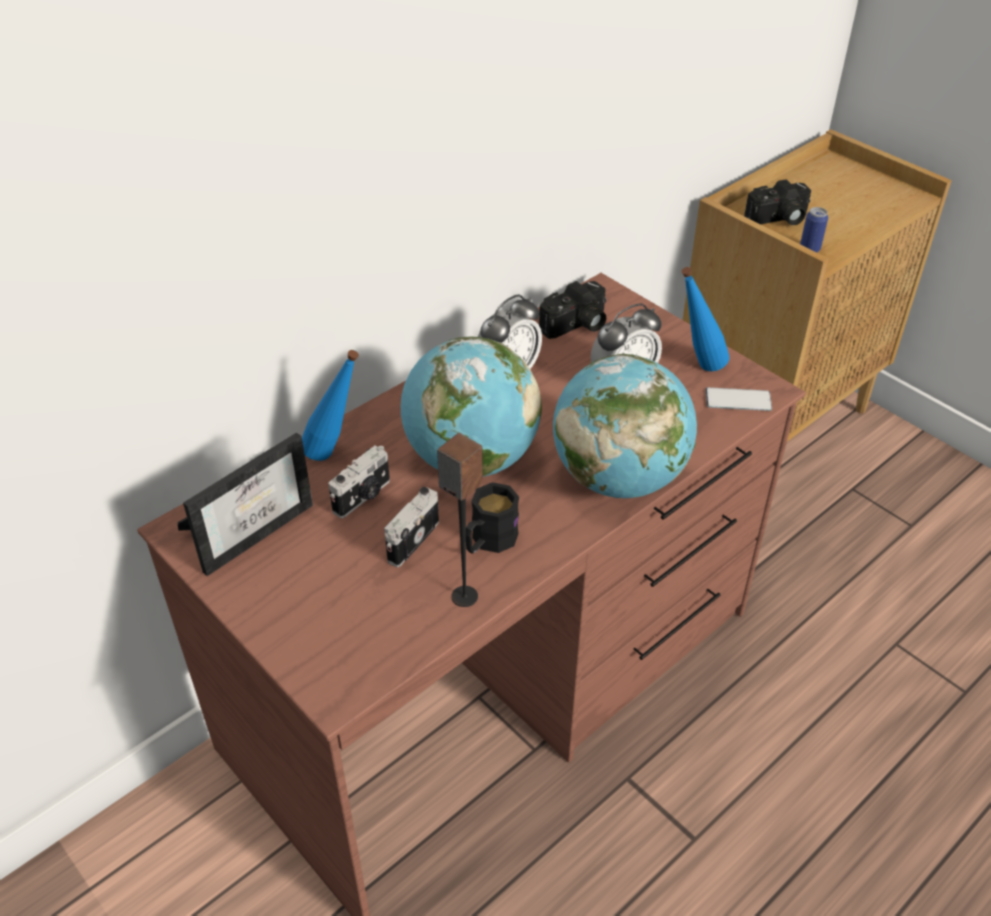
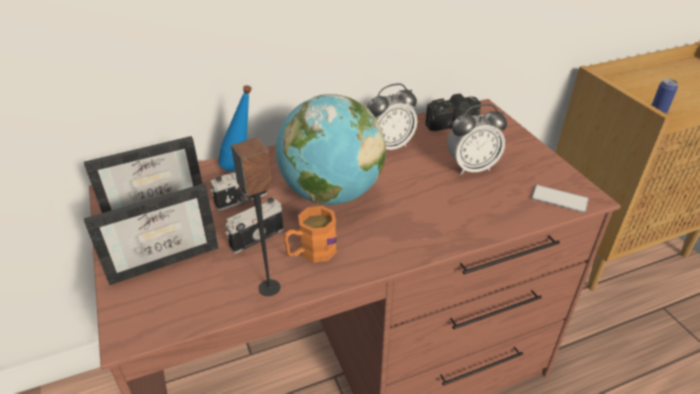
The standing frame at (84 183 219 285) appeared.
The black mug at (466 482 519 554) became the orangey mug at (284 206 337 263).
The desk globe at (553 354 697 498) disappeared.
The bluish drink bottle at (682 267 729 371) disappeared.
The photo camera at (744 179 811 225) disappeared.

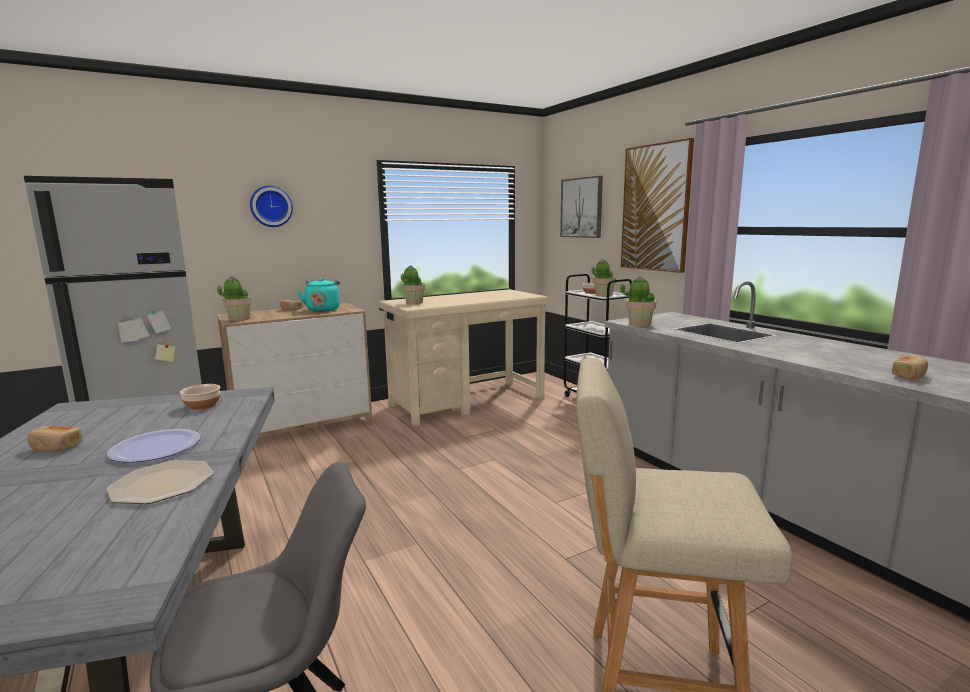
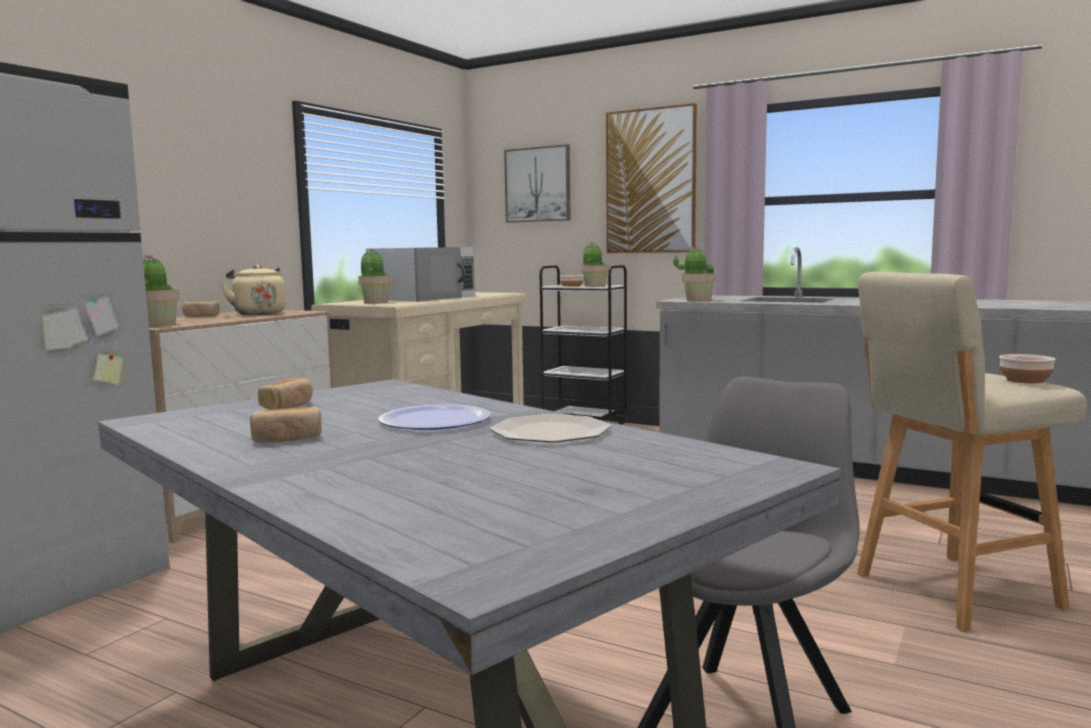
The blue-green water kettle at (297 278 340 312) became the beige-coloured water kettle at (221 265 286 315).
The baked bread moved from (892 356 928 380) to (258 378 313 410).
The white-coloured kitchen microwave at (366 247 475 302) appeared.
The deep dish moved from (180 384 220 410) to (999 354 1055 384).
The clock on the wall at (250 186 293 227) disappeared.

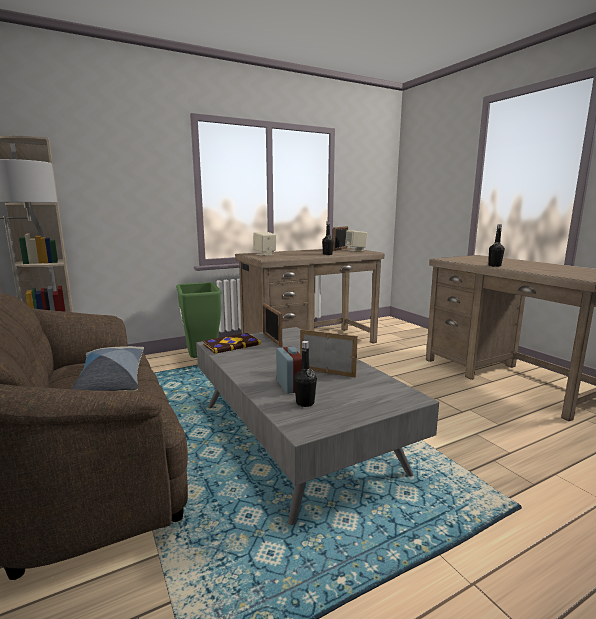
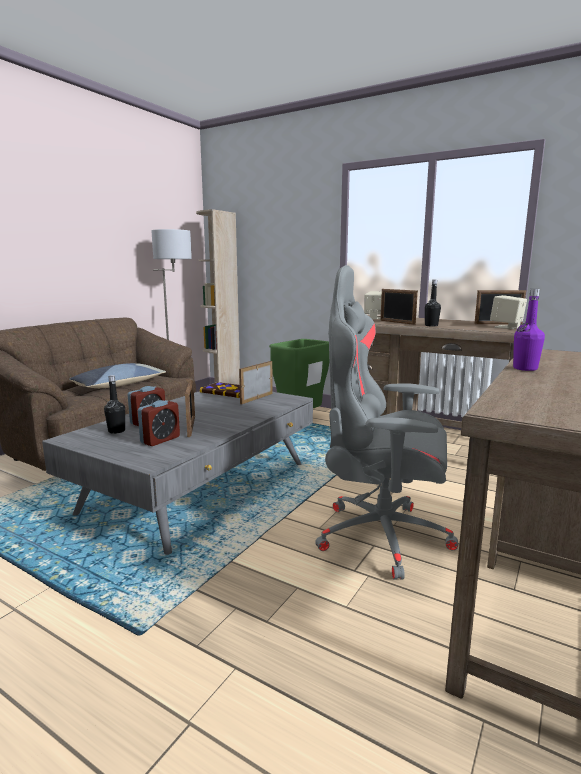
The alarm clock at (138 400 180 446) appeared.
The greyish computer chair at (315 265 458 580) appeared.
The standing frame at (380 289 418 325) appeared.
The black drink bottle at (489 225 505 267) became the purple-coloured drink bottle at (513 289 545 371).

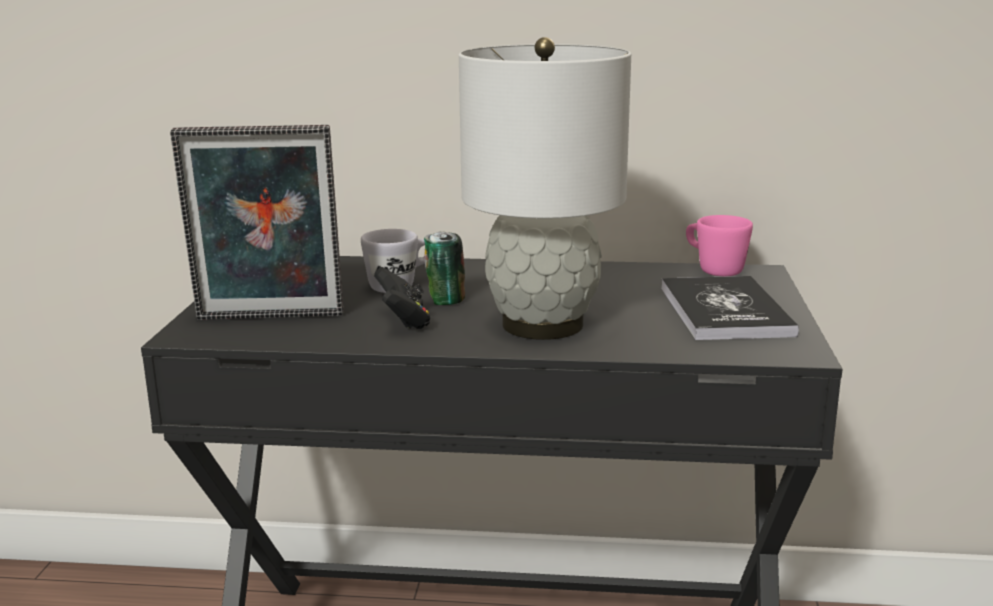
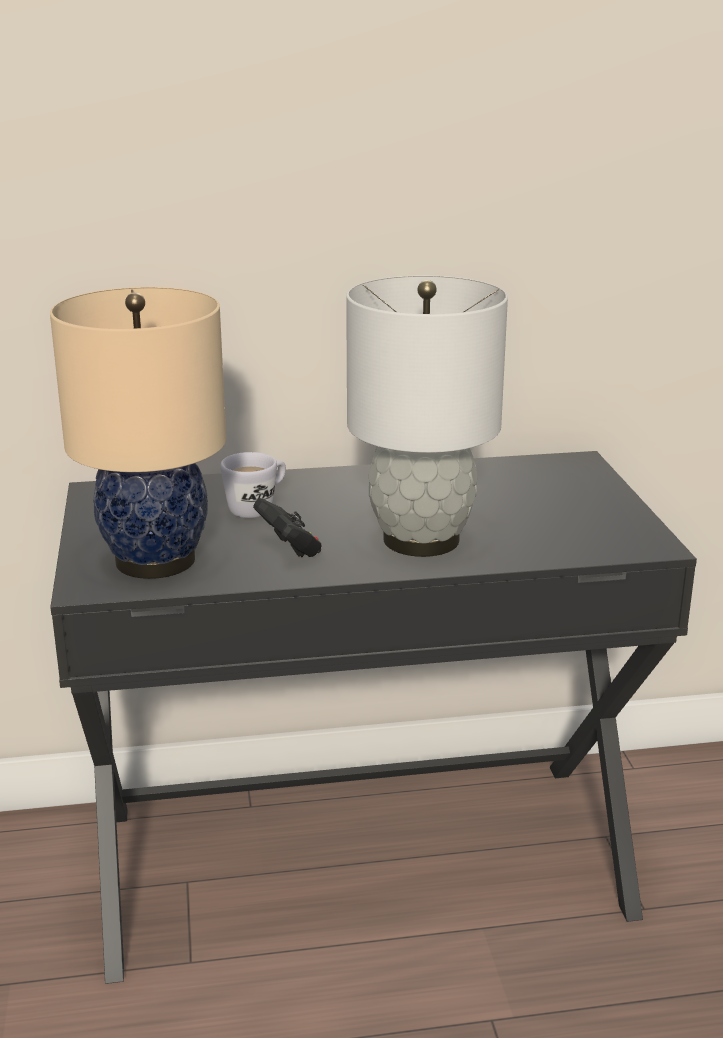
The standing frame at (170 125 343 320) was replaced by the beige-coloured tabletop lamp at (50 287 226 579).
The metal can at (424 231 465 305) disappeared.
The book at (661 276 799 340) disappeared.
The pinkish mug at (686 215 753 276) disappeared.

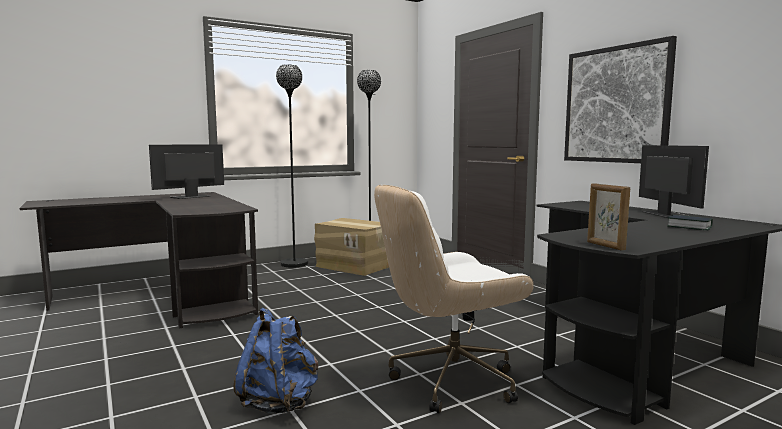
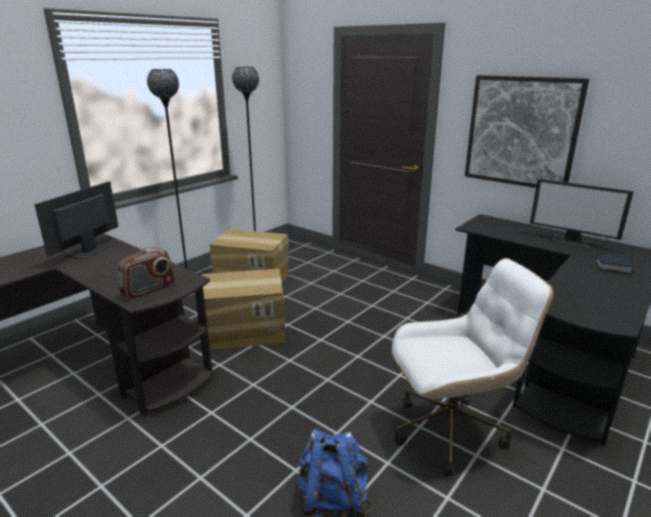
The radio set at (118 247 175 300) appeared.
The packing box at (202 269 286 350) appeared.
The white-coloured computer chair at (374 185 534 413) turned 150 degrees counterclockwise.
The computer display at (639 145 709 218) turned 150 degrees clockwise.
The standing frame at (587 183 630 251) disappeared.

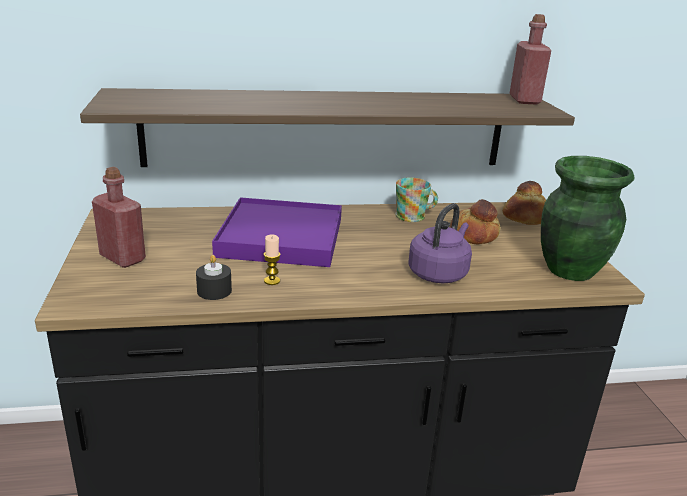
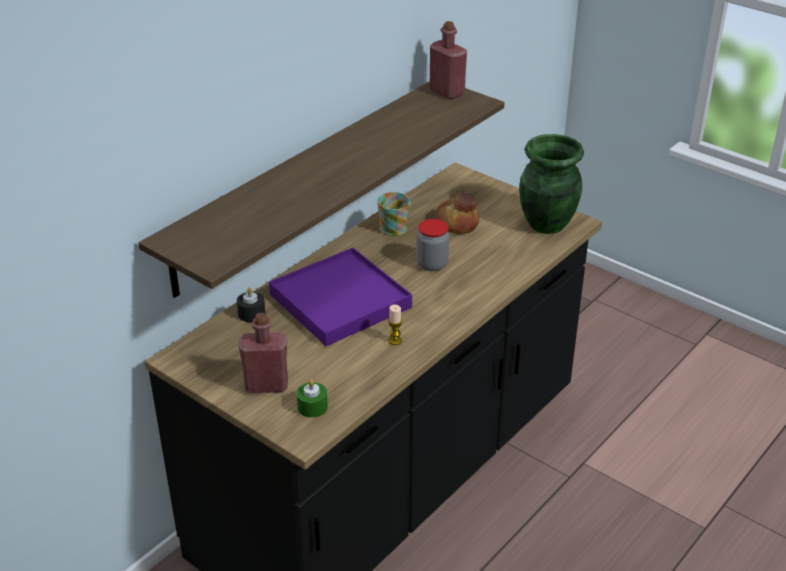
The black wax candle moved from (196 255 232 300) to (237 287 265 322).
The greenish wax candle at (297 379 328 418) appeared.
The jar at (417 219 449 271) appeared.
The purple-coloured water kettle at (409 203 472 283) disappeared.
The baked bread at (502 181 546 225) disappeared.

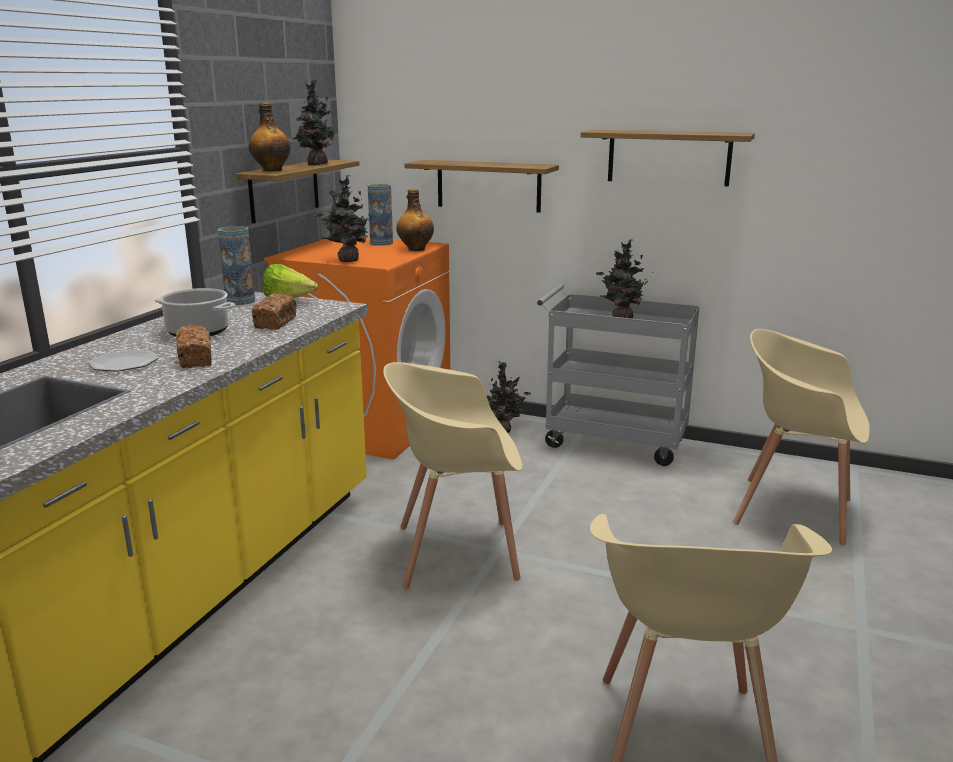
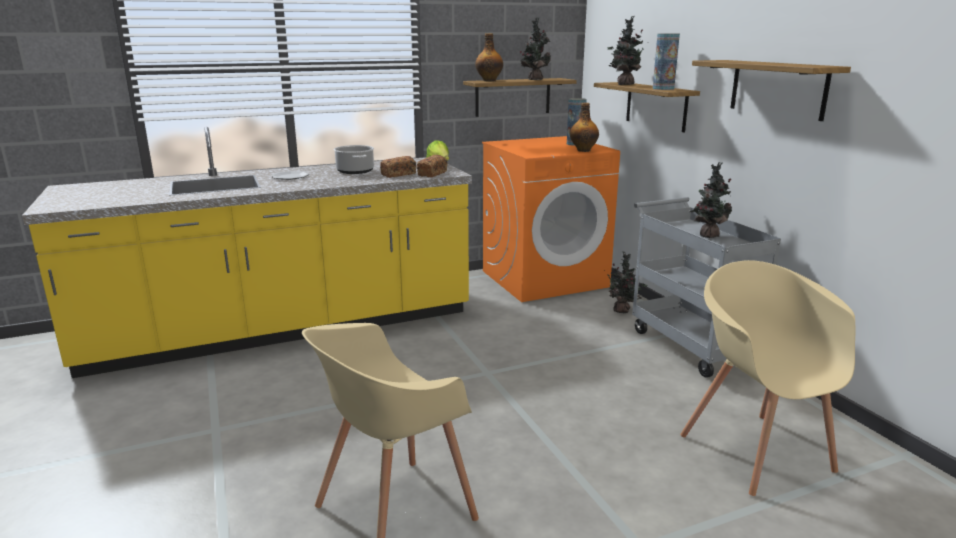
The baked bread moved from (176 324 212 368) to (417 155 448 177).
The potted plant moved from (314 175 373 262) to (608 16 643 85).
The flower vase moved from (218 226 255 305) to (653 33 680 90).
The beige-coloured chair at (383 362 523 589) disappeared.

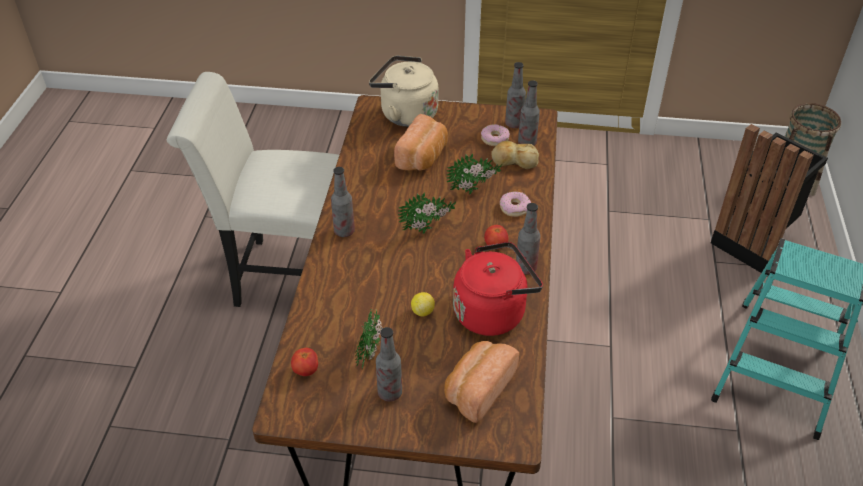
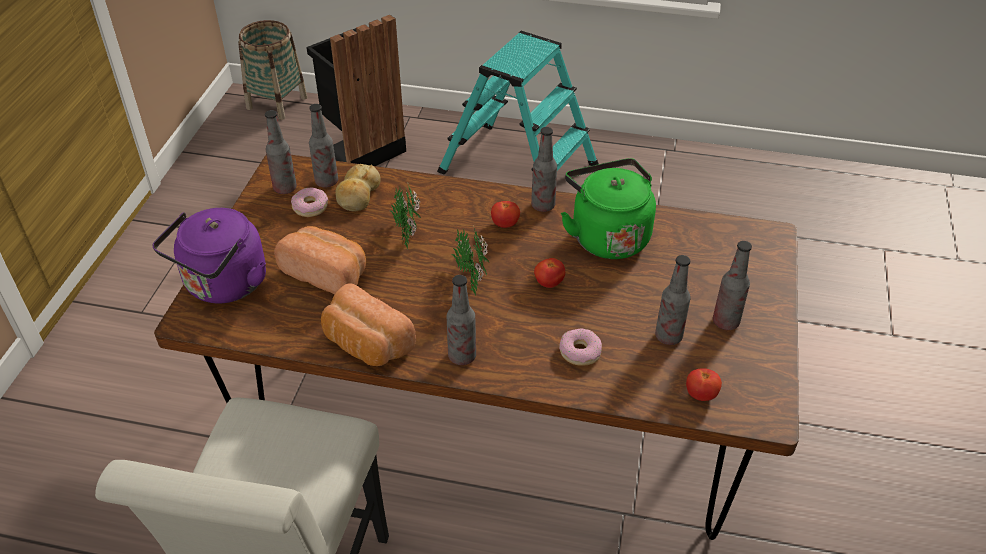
The beige-coloured water kettle at (369 56 438 127) became the purple-coloured water kettle at (152 208 266 303).
The baked bread moved from (444 341 519 423) to (321 283 416 366).
The fresh tomato at (534 258 565 288) appeared.
The ring doughnut moved from (500 192 531 217) to (559 329 602 366).
The red water kettle at (453 242 543 336) became the greenish water kettle at (561 158 656 259).
The potted plant at (355 307 383 372) was replaced by the drink bottle at (655 255 691 345).
The citrus fruit at (411 292 435 316) disappeared.

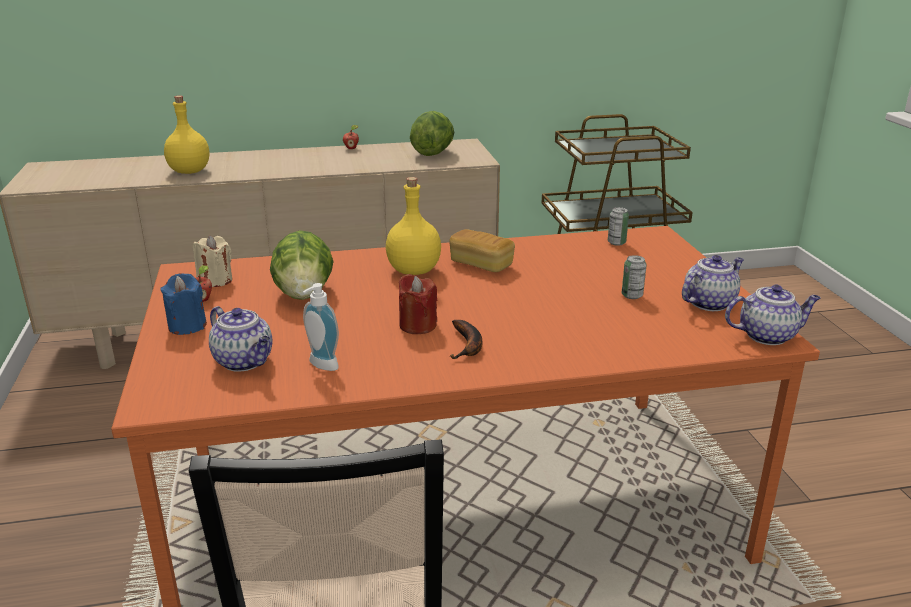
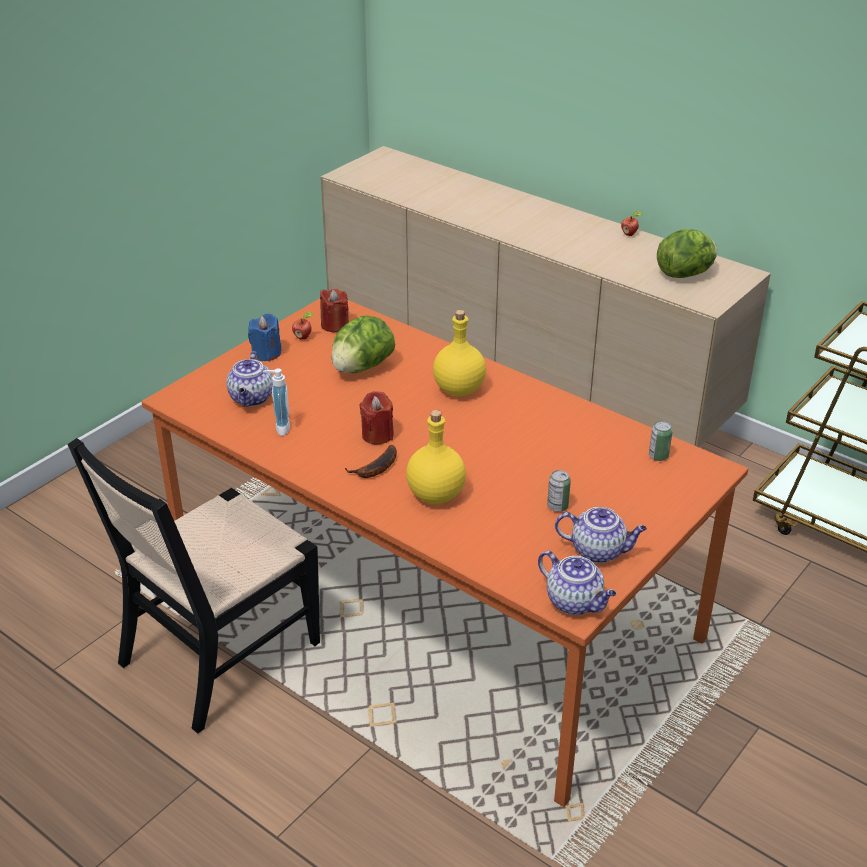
The beige-coloured wax candle at (193 235 232 287) became the red wax candle at (320 288 349 332).
The yellowish drink bottle moved from (164 96 209 174) to (406 410 466 504).
The baked bread at (449 229 515 272) disappeared.

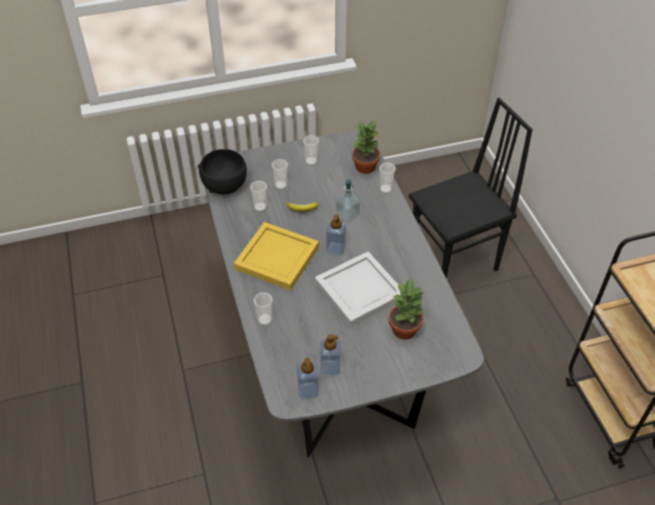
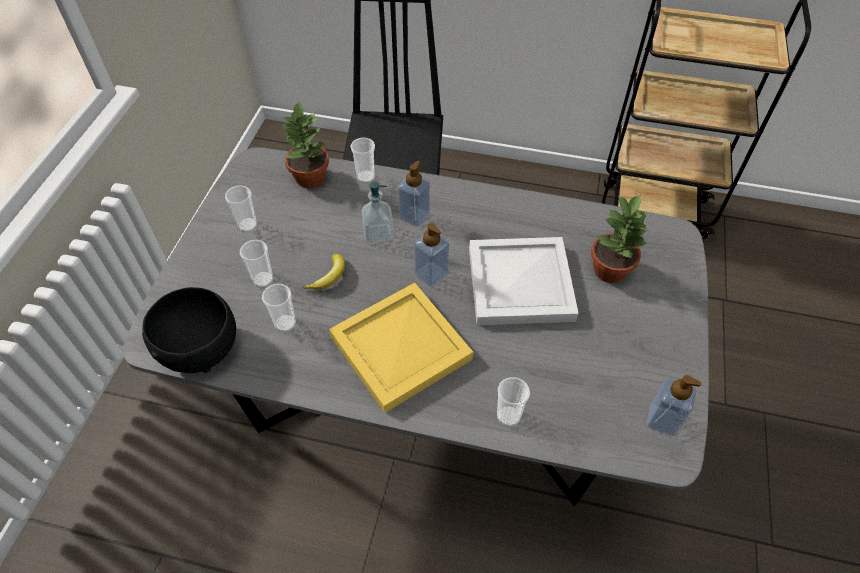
The liquid soap bottle moved from (320 334 340 375) to (398 161 430 227).

